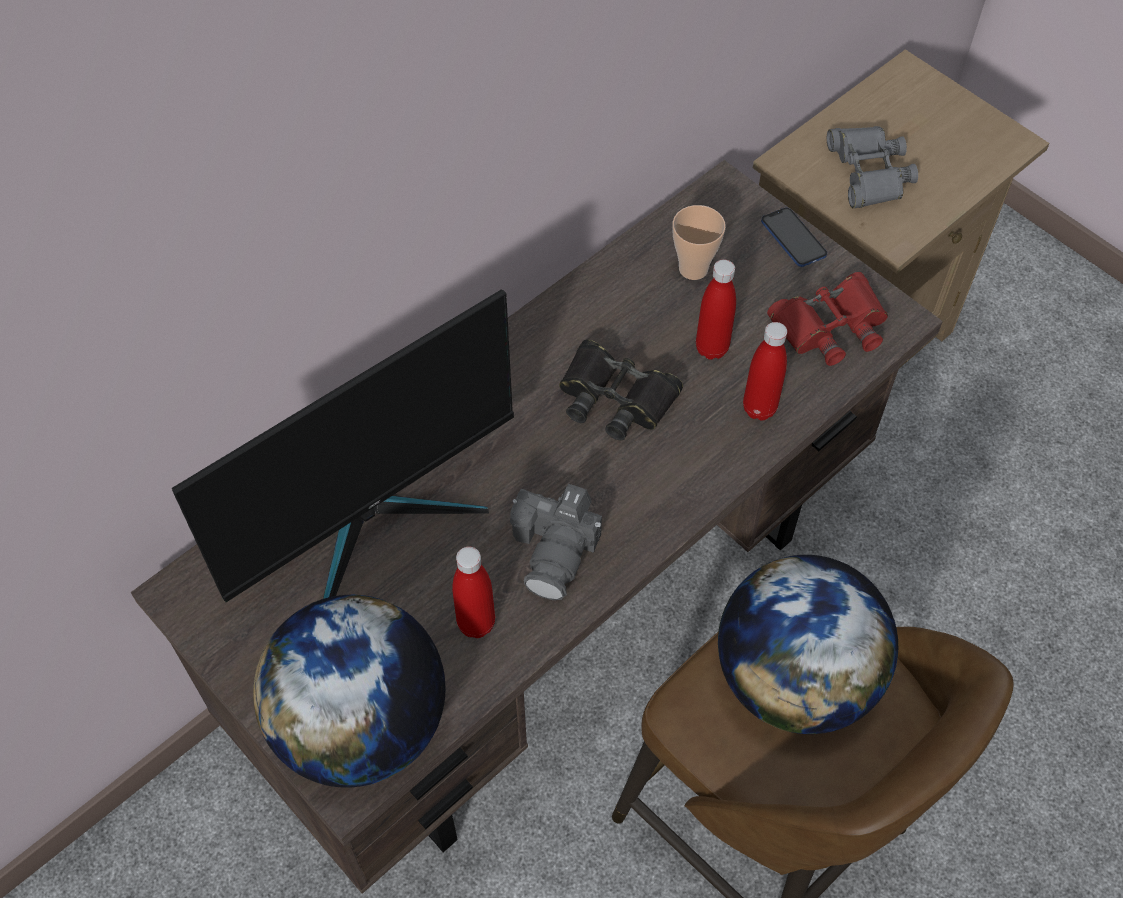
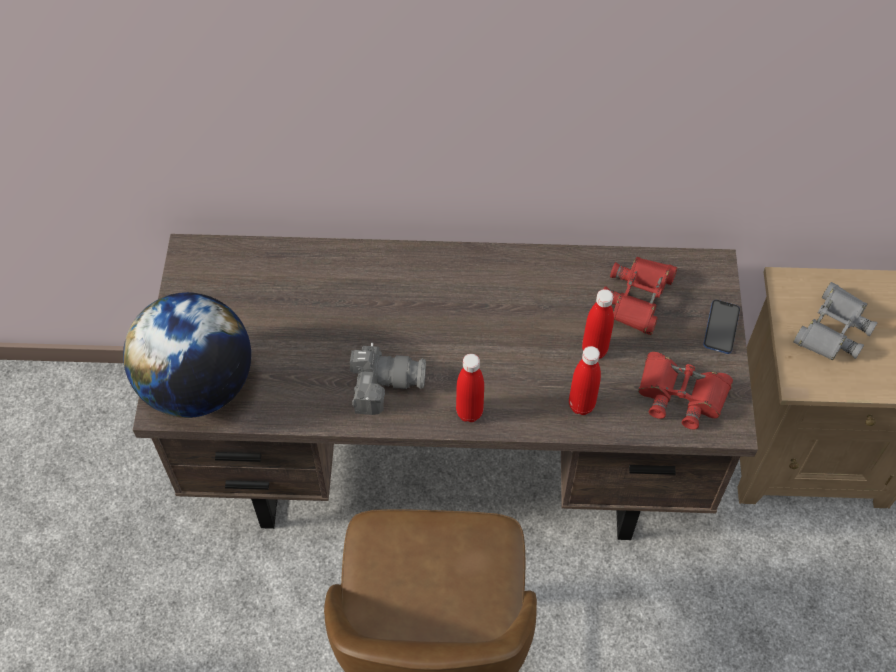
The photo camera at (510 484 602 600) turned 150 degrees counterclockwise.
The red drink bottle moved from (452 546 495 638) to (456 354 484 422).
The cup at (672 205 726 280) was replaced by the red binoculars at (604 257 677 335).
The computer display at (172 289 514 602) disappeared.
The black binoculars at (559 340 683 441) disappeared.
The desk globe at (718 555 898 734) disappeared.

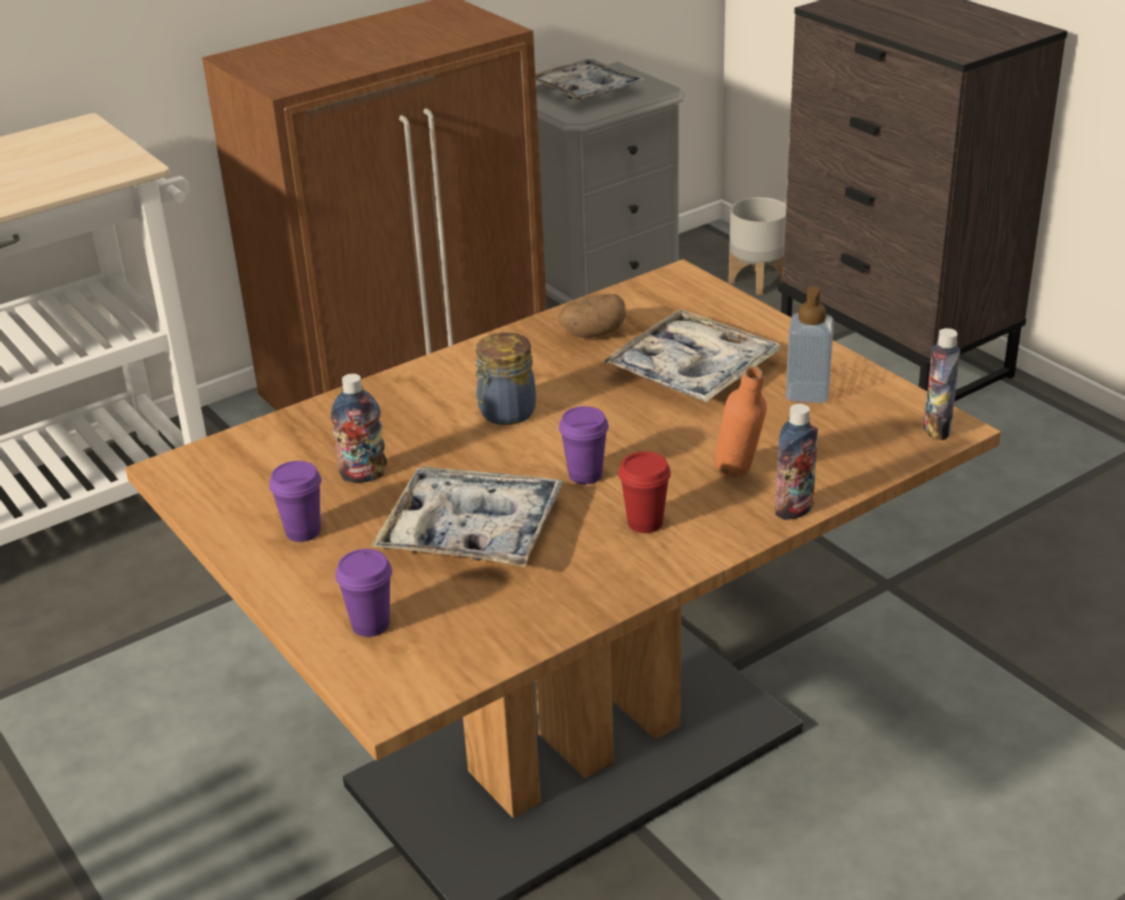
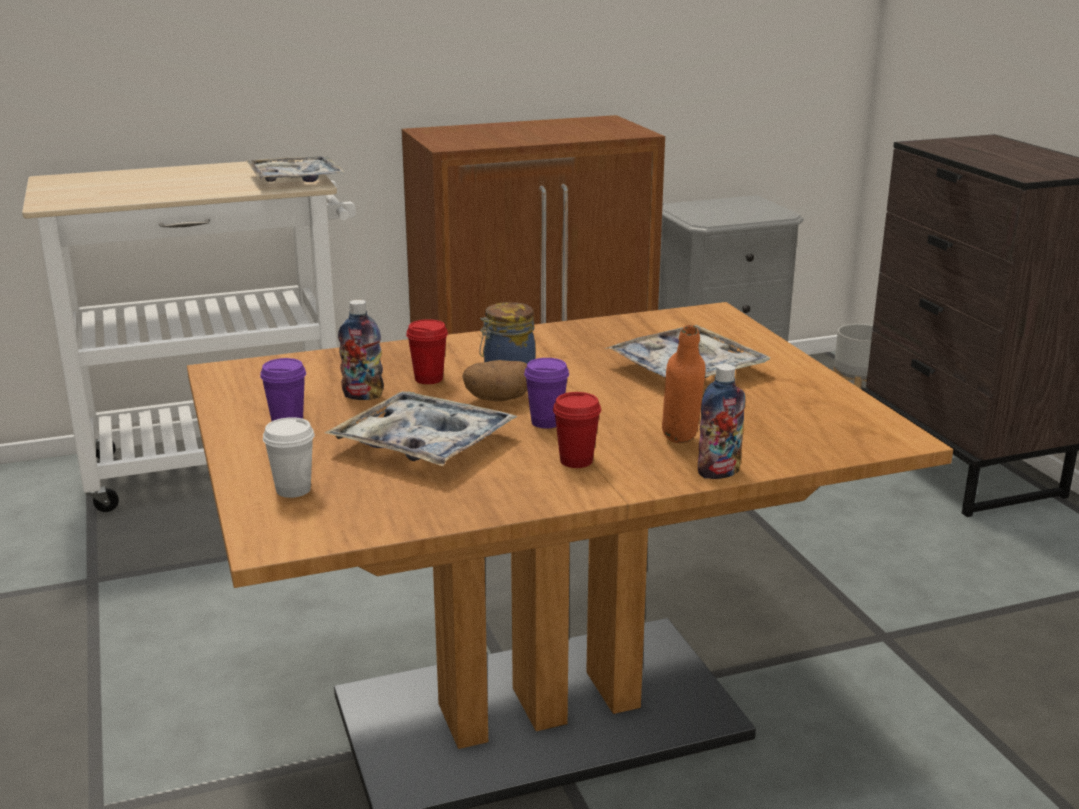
The serving tray moved from (535 59 647 101) to (246 156 345 182).
The purple-coloured cup at (336 549 392 637) became the white-coloured cup at (263 417 315 498).
The red cup at (406 319 448 384) appeared.
The potato moved from (558 294 626 338) to (462 360 527 401).
The liquid soap bottle at (786 286 834 404) disappeared.
The drink bottle at (924 328 960 440) disappeared.

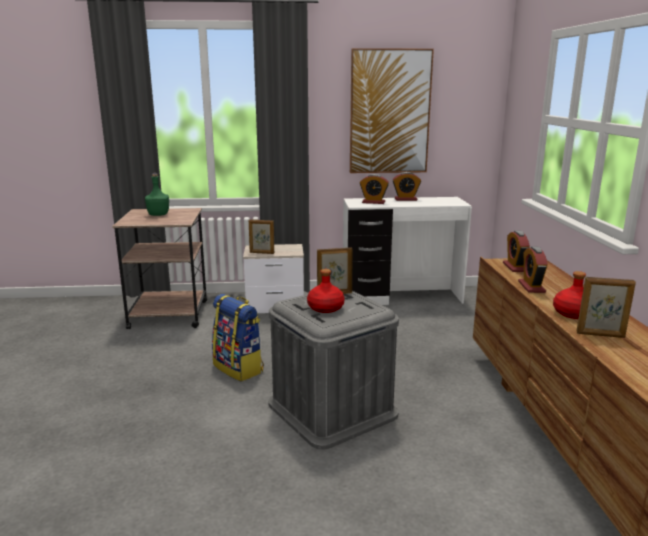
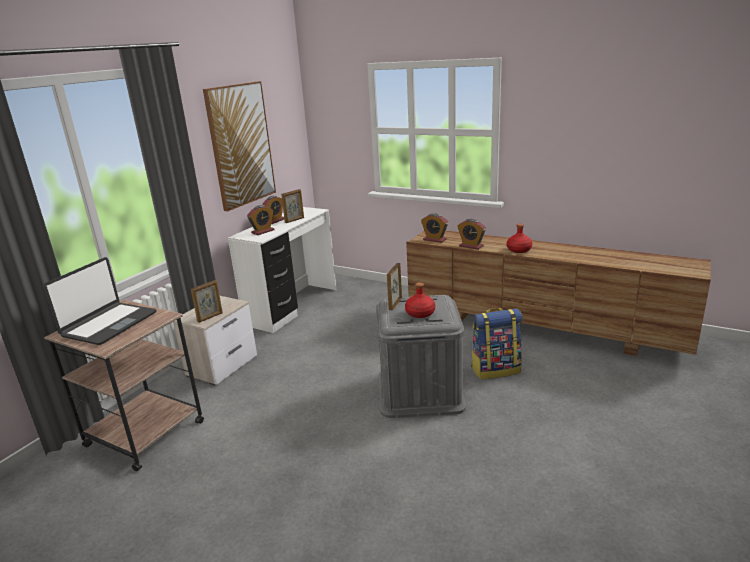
The greenish drink bottle at (145 173 169 216) was replaced by the notebook computer at (43 257 156 345).
The standing frame moved from (577 277 636 338) to (281 189 304 223).
The rucksack moved from (212 294 264 382) to (471 308 522 379).

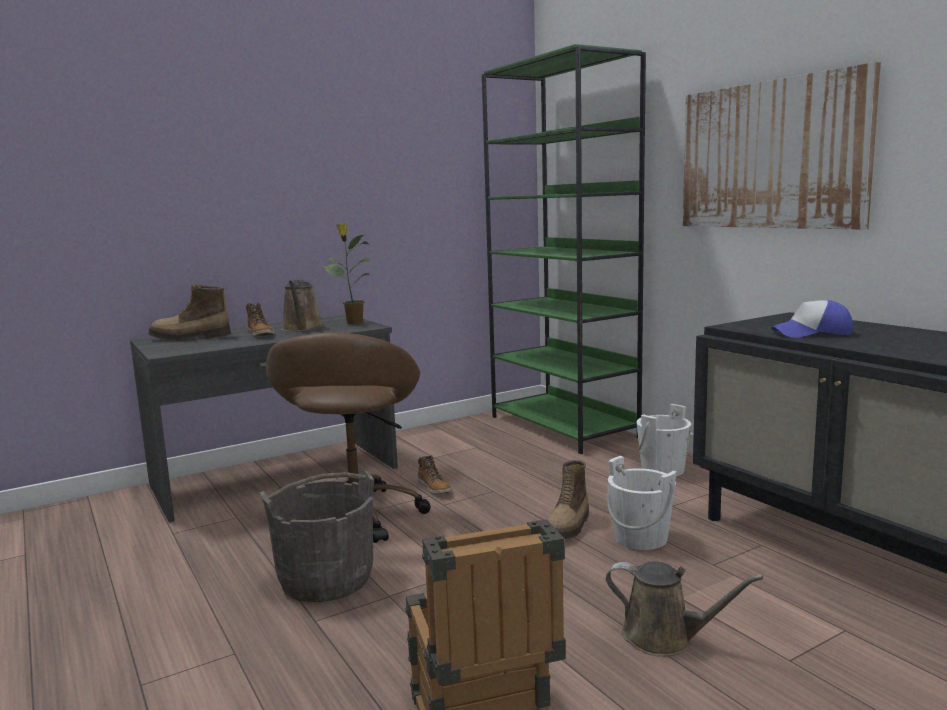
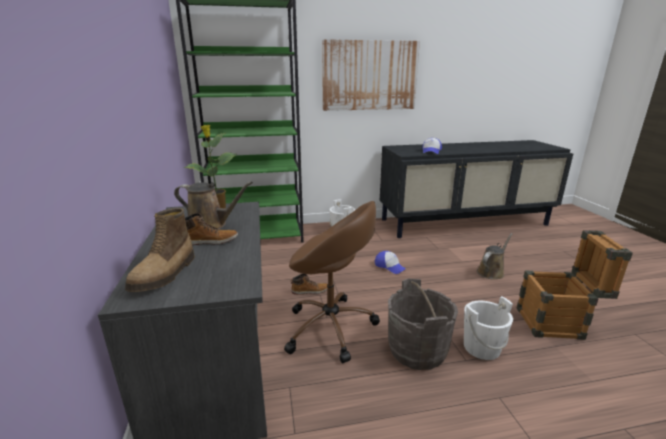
The high-top boot at (547 460 589 539) was replaced by the peaked cap at (375 251 406 274).
The white-coloured bucket moved from (607 456 677 550) to (464 296 513 360).

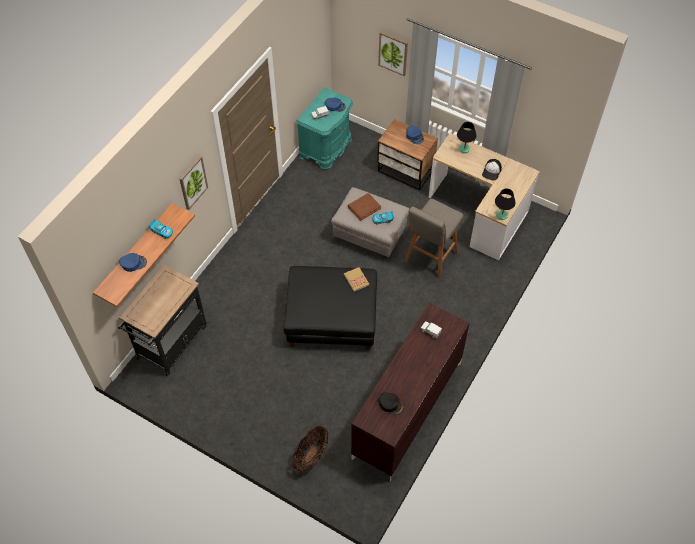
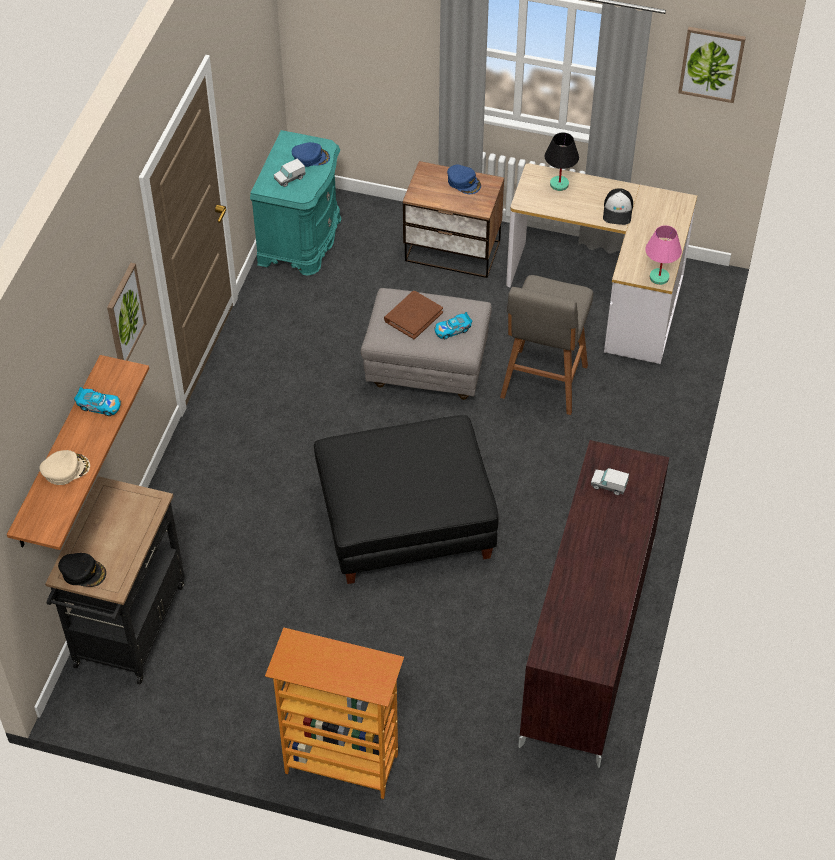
The bluish peaked cap at (119 253 147 272) became the beige-coloured peaked cap at (40 450 90 485).
The black peaked cap moved from (379 393 404 415) to (58 553 106 587).
The bookcase at (265 628 404 799) appeared.
The black tabletop lamp at (495 188 516 220) became the pinkish tabletop lamp at (645 225 682 285).
The wall picture moved from (378 32 408 76) to (678 27 746 103).
The household basket at (292 425 328 473) disappeared.
The book at (344 267 369 292) disappeared.

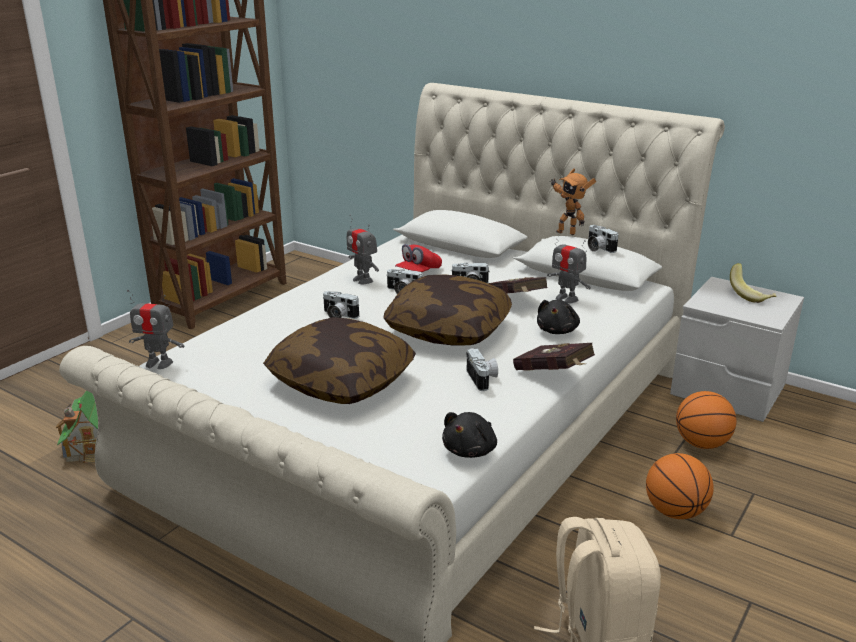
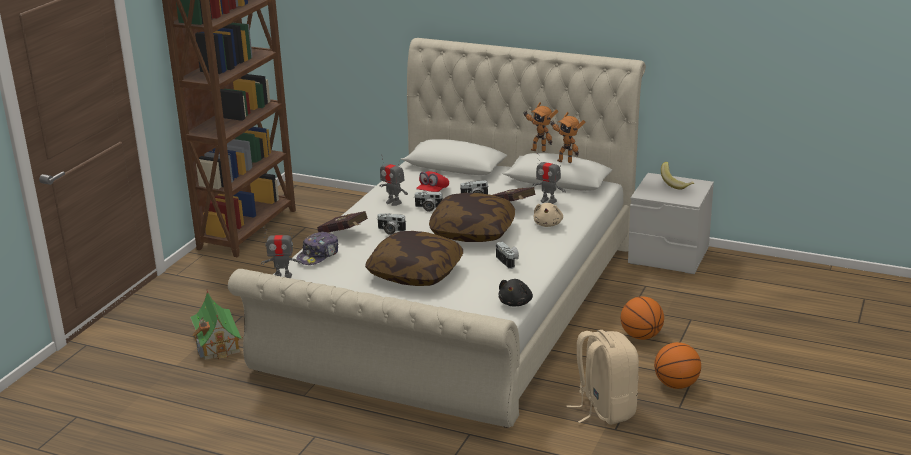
The peaked cap at (296 231 338 265) appeared.
The red book moved from (513 343 595 371) to (317 211 368 233).
The black cuddly toy at (537 300 580 334) became the beige-coloured cuddly toy at (534 203 563 227).
The photo camera at (588 225 618 253) was replaced by the robot figure at (550 112 585 163).
The ball for basketball moved from (676 391 736 449) to (654 342 701 389).

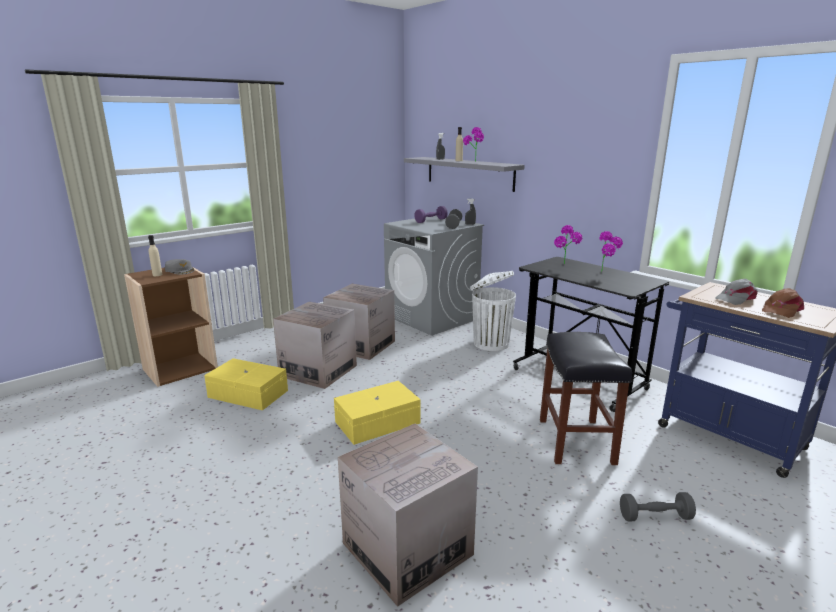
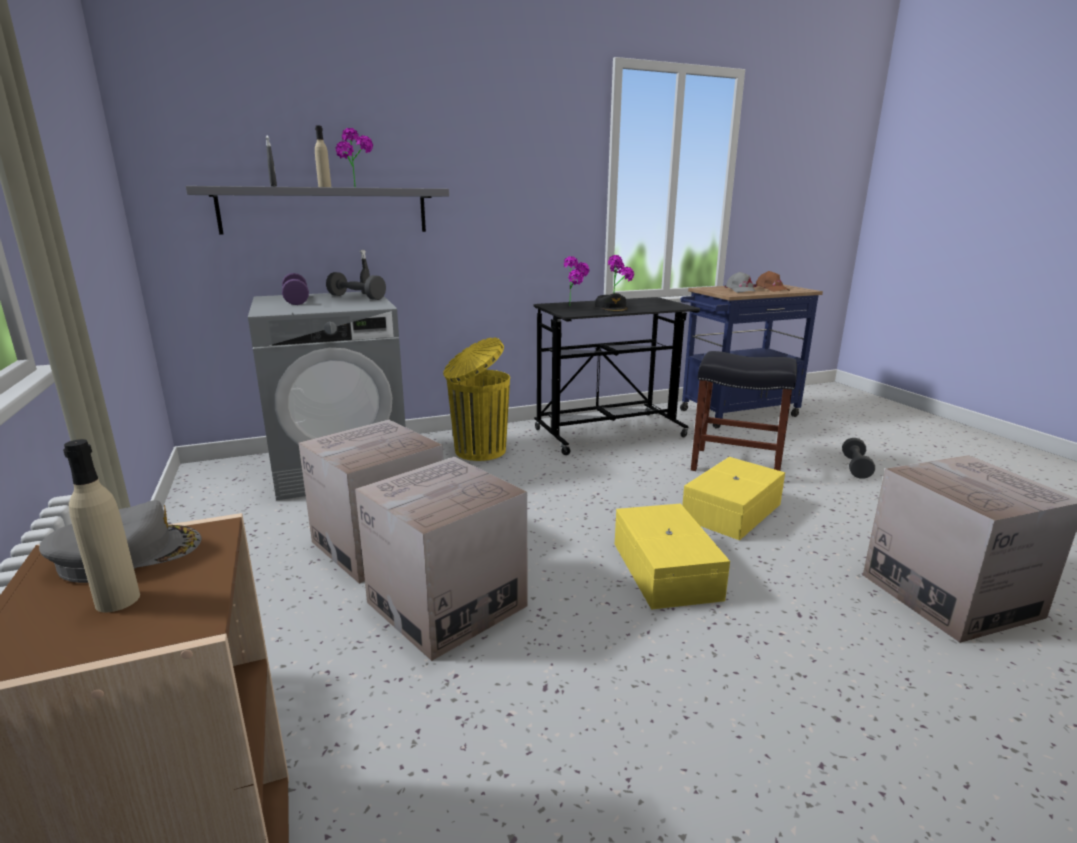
The white-coloured waste bin at (470 271 516 351) became the yellowish waste bin at (443 337 510 461).
The black peaked cap at (595 293 628 312) appeared.
The yellowish storage bin moved from (204 358 288 411) to (682 457 785 540).

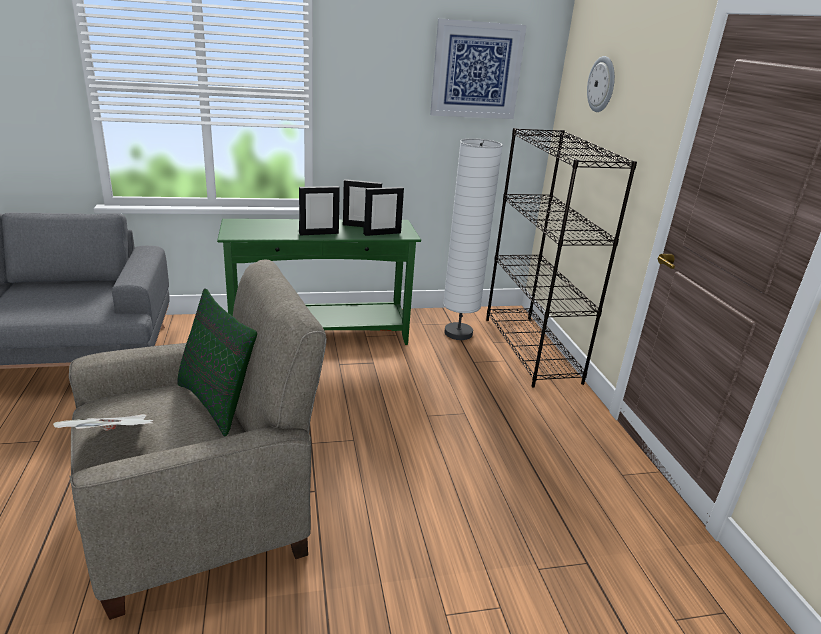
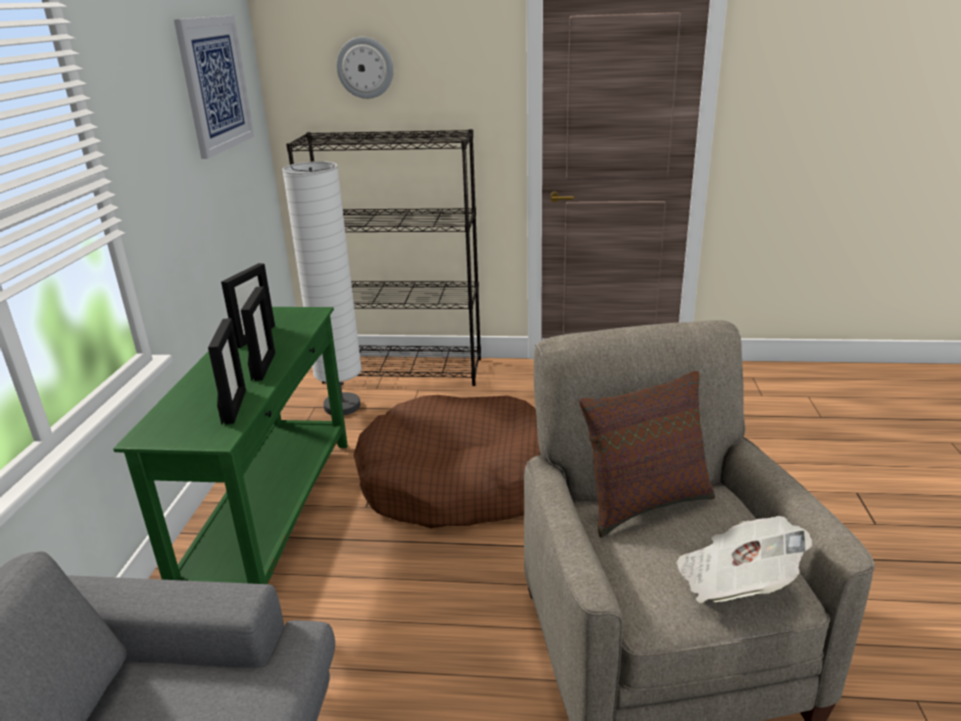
The standing frame moved from (363 187 404 236) to (208 318 246 425).
The brown pet bed at (354 395 540 528) appeared.
The greenish throw pillow at (177 288 257 437) became the brown throw pillow at (579 371 715 537).

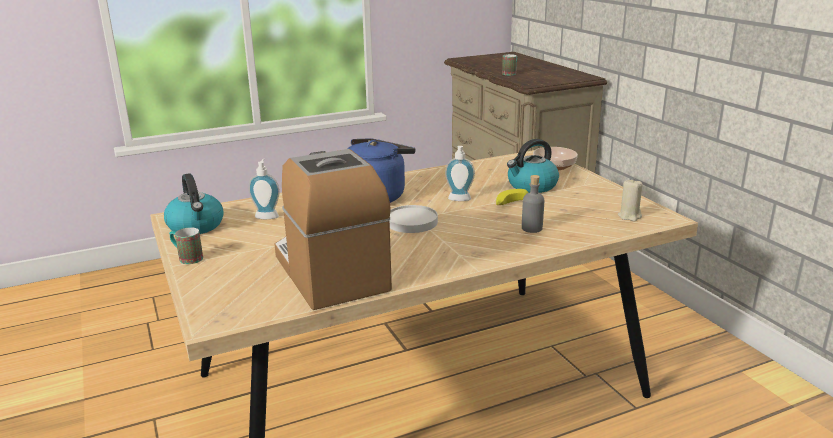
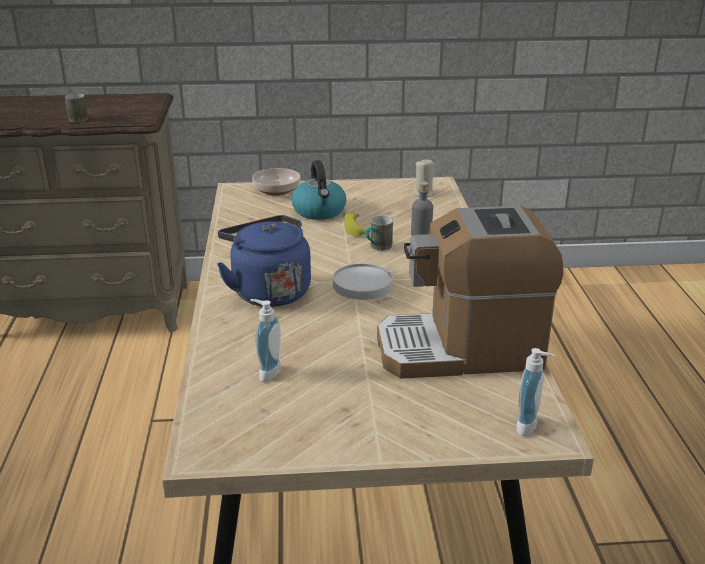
The mug moved from (169 227 203 264) to (366 216 393 251).
The liquid soap bottle moved from (445 146 475 201) to (516 348 556 436).
The water kettle at (164 173 224 234) disappeared.

